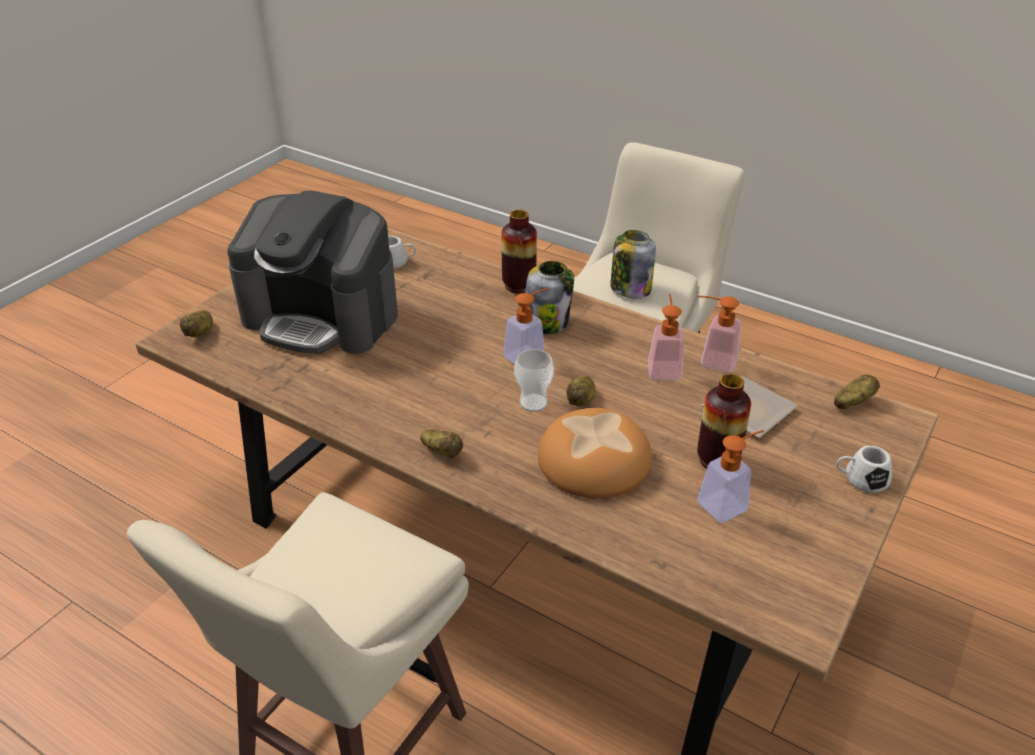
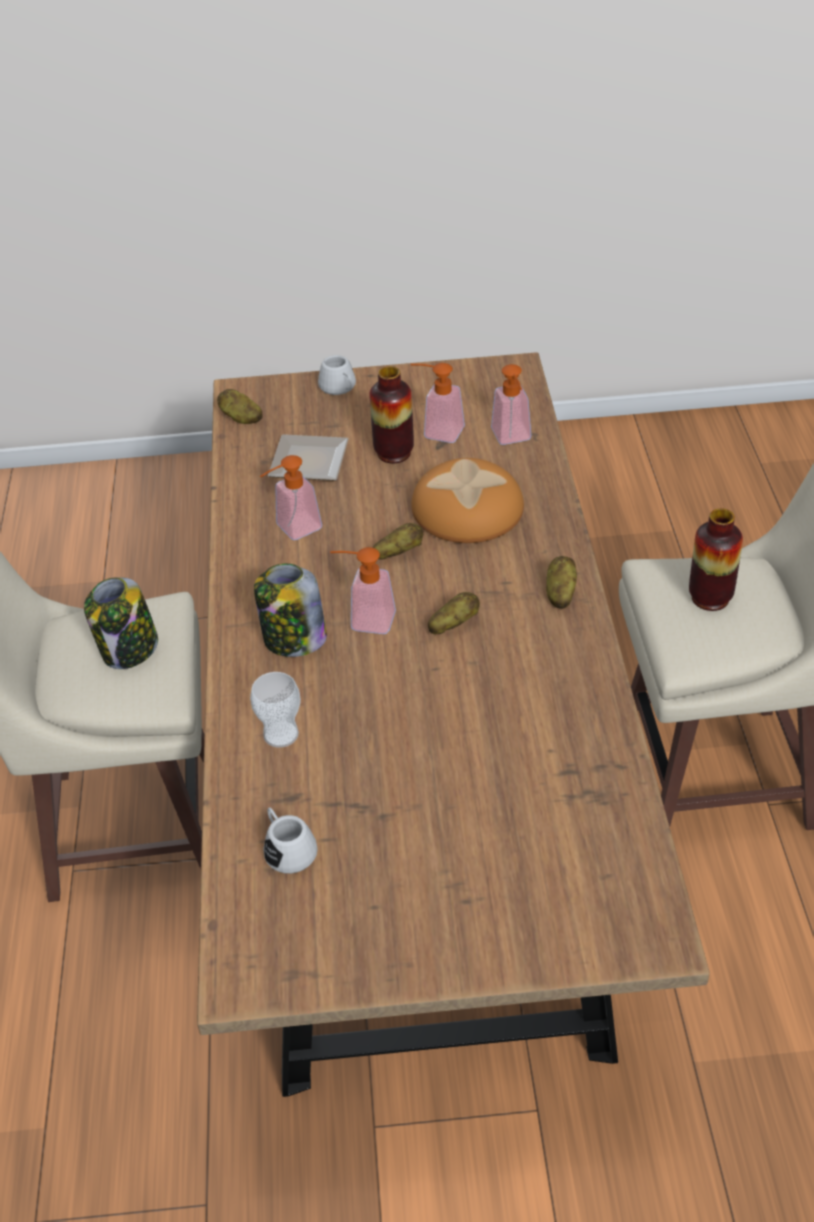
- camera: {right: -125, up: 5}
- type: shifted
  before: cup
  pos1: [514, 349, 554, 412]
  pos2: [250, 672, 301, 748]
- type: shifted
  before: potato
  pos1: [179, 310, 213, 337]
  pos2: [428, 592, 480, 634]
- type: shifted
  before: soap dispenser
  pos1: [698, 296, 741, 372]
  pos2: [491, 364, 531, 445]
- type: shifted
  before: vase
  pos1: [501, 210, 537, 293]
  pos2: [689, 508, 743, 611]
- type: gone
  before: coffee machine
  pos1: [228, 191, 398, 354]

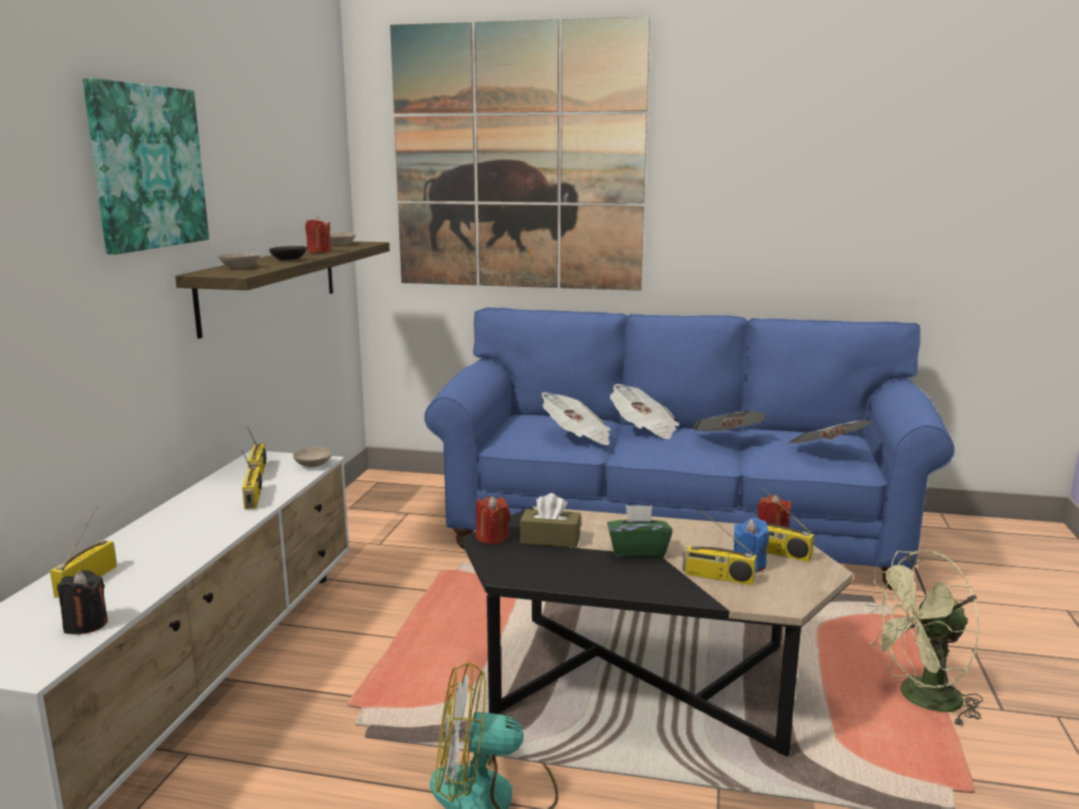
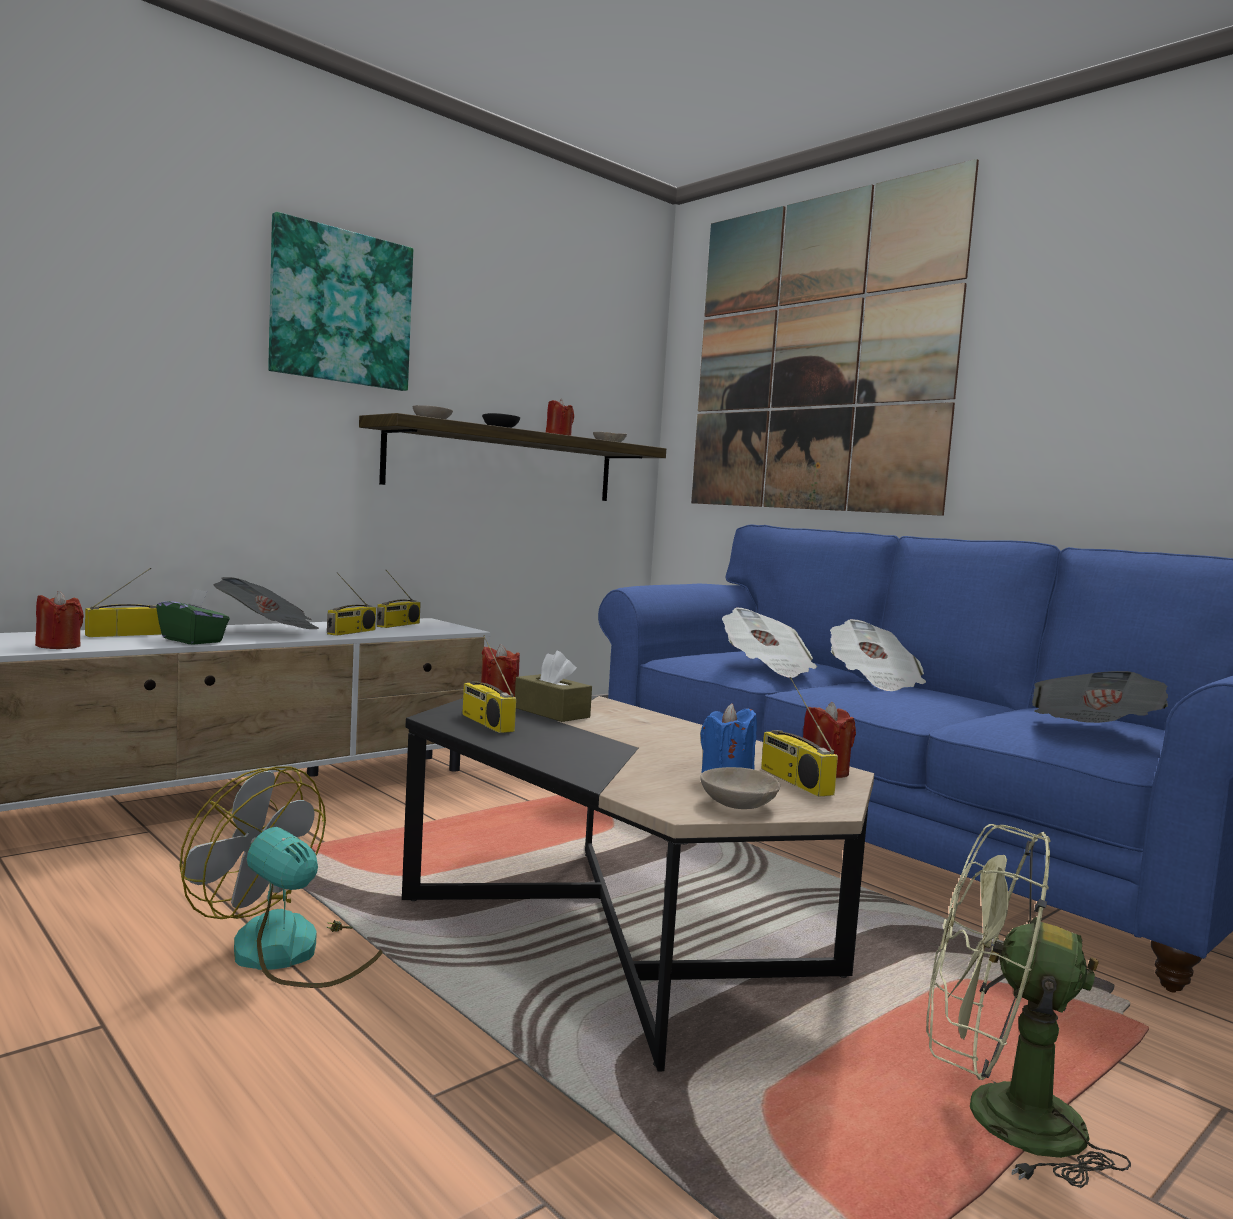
- camera: {right: 35, up: -10}
- type: repainted
  before: candle/black
  after: candle/red
  pos1: [57, 570, 108, 635]
  pos2: [35, 591, 84, 649]
- type: shifted
  before: tissue box/green
  pos1: [607, 505, 673, 558]
  pos2: [156, 588, 230, 645]
- type: shifted
  before: newspaper
  pos1: [694, 411, 766, 431]
  pos2: [214, 577, 319, 629]
- type: shifted
  before: radio
  pos1: [682, 510, 756, 585]
  pos2: [462, 635, 516, 733]
- type: shifted
  before: bowl/beige
  pos1: [293, 447, 332, 467]
  pos2: [700, 767, 780, 809]

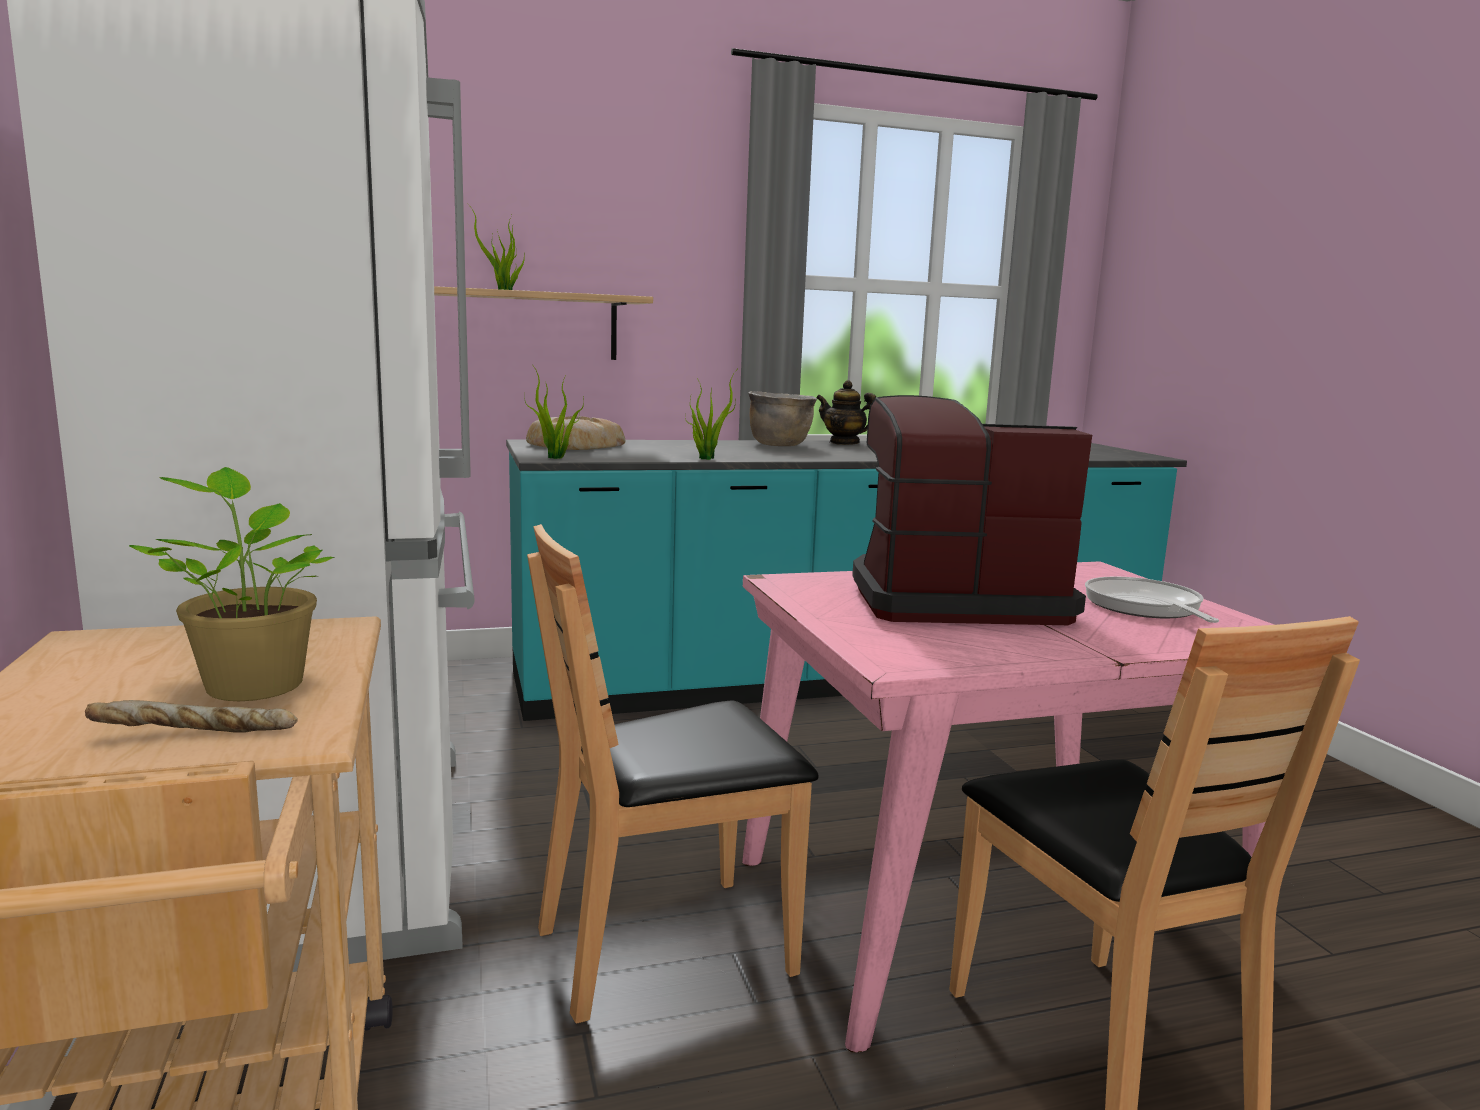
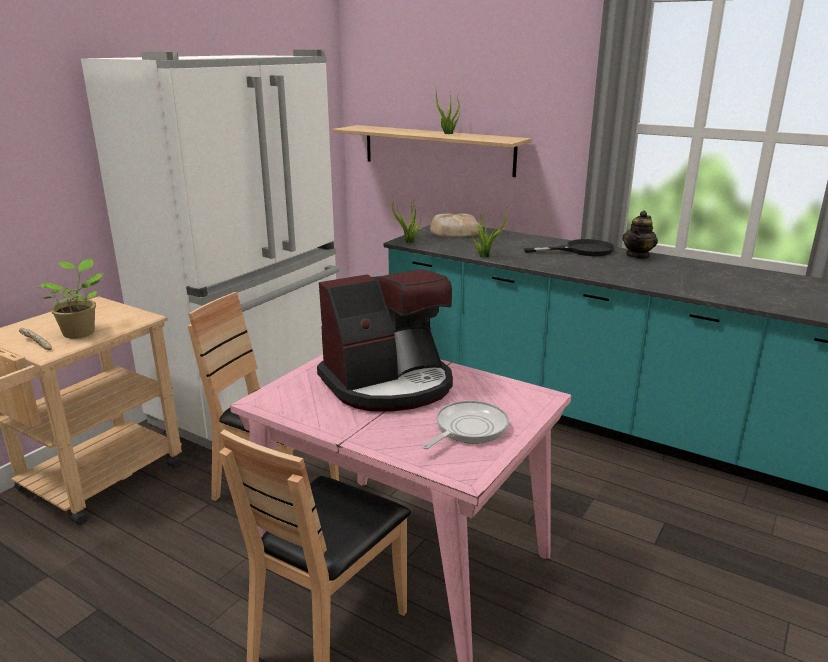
- camera: {right: 50, up: 10}
- type: rotated
  before: coffee machine
  pos1: [852, 395, 1092, 625]
  pos2: [317, 269, 453, 412]
  turn: 105
- type: swapped
  before: cooking pot/brown
  after: frying pan/black
  pos1: [749, 391, 817, 446]
  pos2: [524, 239, 615, 256]
- type: rotated
  before: teapot
  pos1: [816, 380, 876, 445]
  pos2: [622, 210, 658, 259]
  turn: -135

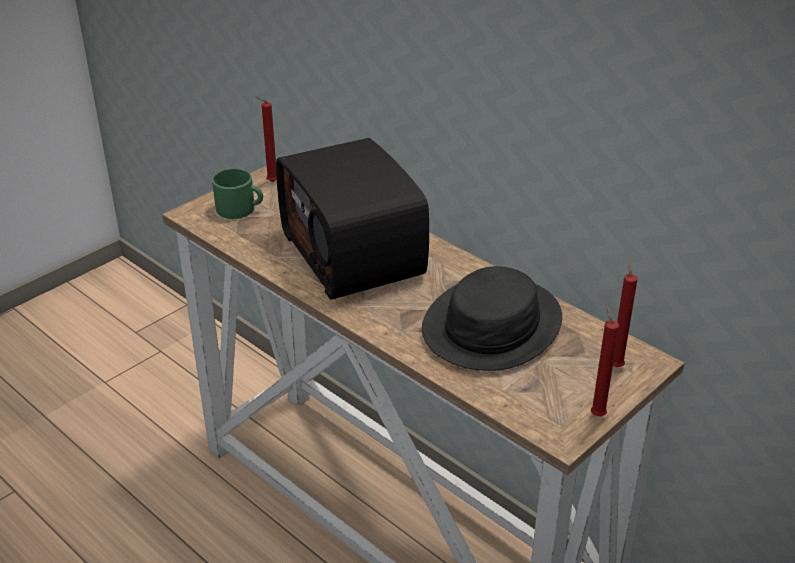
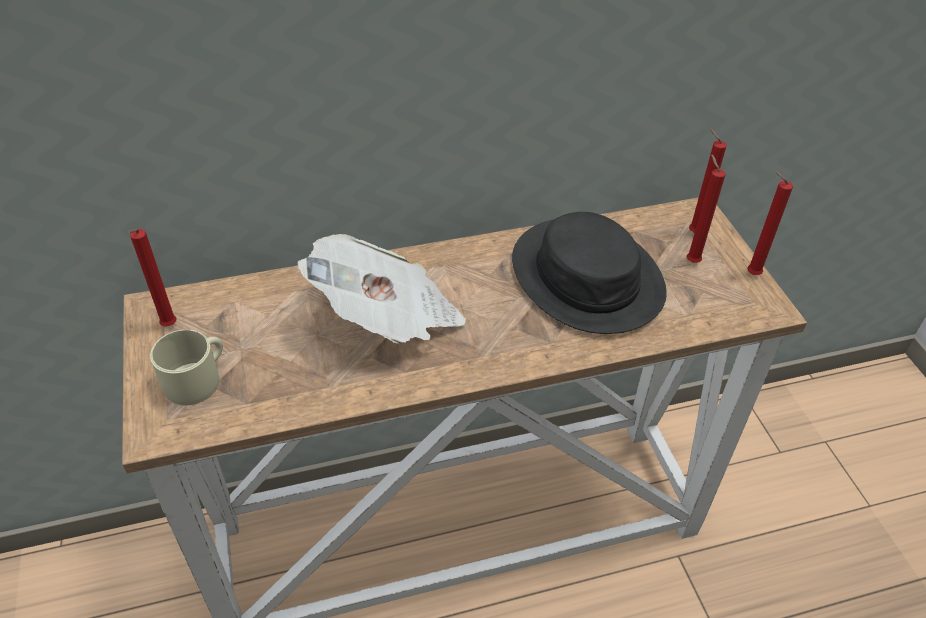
- camera: {right: -60, up: 10}
- type: repainted
  before: mug/green
  after: mug/beige
  pos1: [212, 169, 263, 219]
  pos2: [150, 329, 223, 405]
- type: swapped
  before: radio
  after: newspaper
  pos1: [276, 138, 429, 300]
  pos2: [297, 234, 466, 344]
- type: new
  after: candle/red
  pos2: [687, 154, 726, 263]

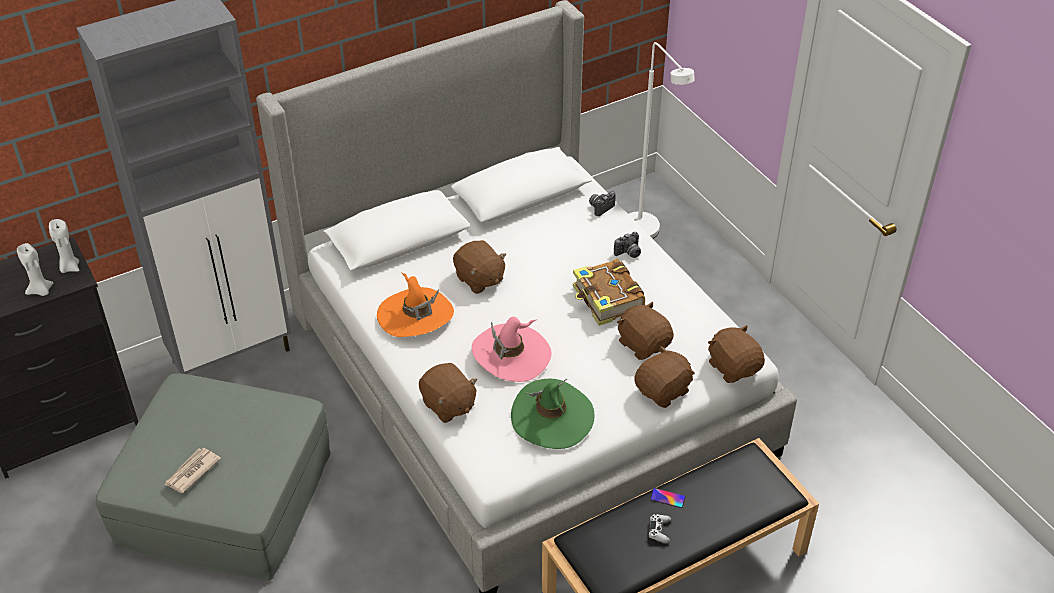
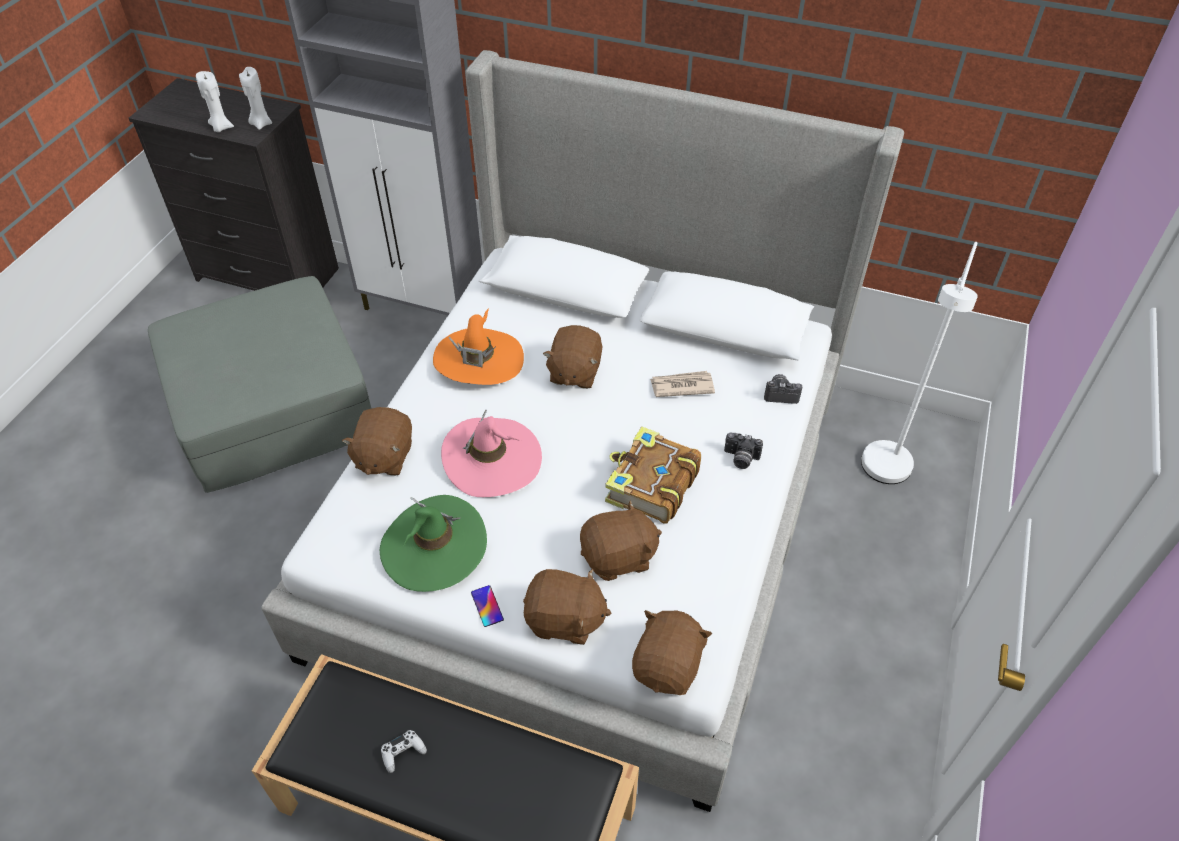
- camera: {right: 50, up: 5}
- type: shifted
  before: phone
  pos1: [650, 488, 686, 508]
  pos2: [471, 585, 504, 627]
- type: rotated
  before: plush toy/brown
  pos1: [617, 302, 674, 360]
  pos2: [580, 500, 662, 581]
  turn: 60
- type: shifted
  before: newspaper
  pos1: [164, 448, 221, 493]
  pos2: [650, 371, 715, 397]

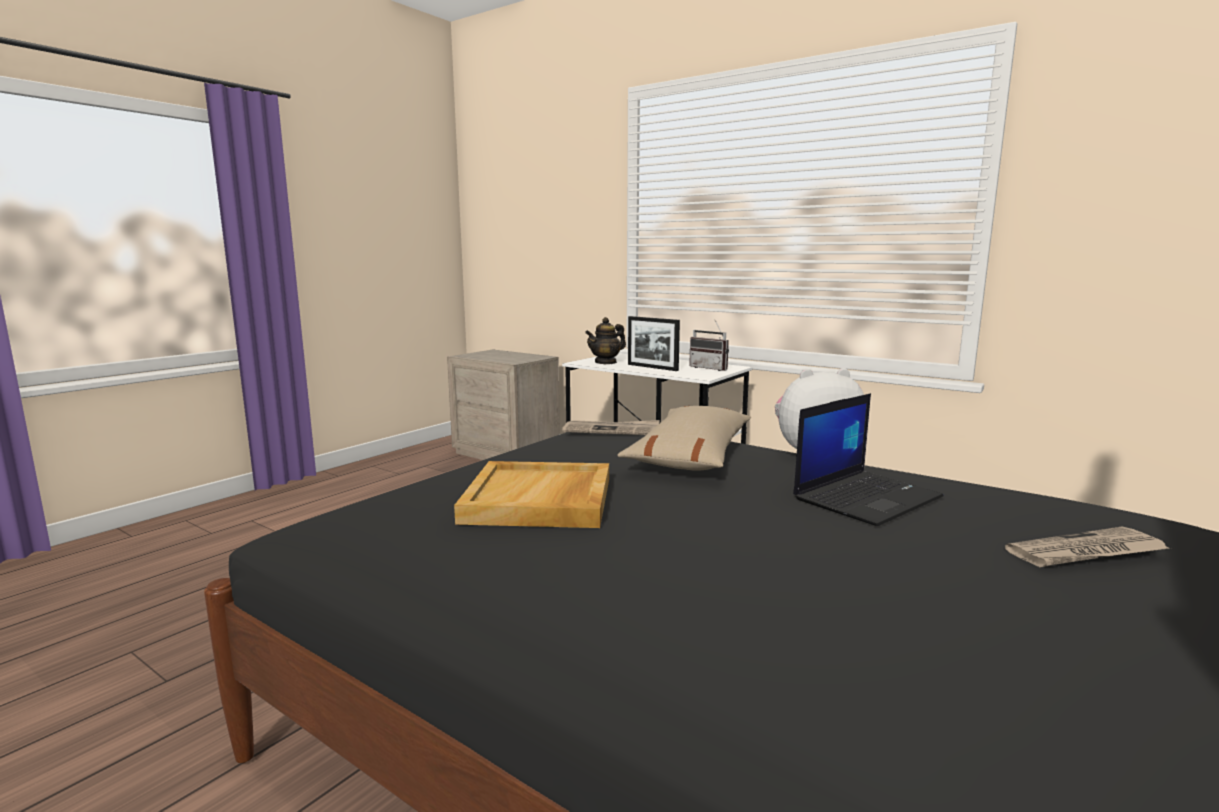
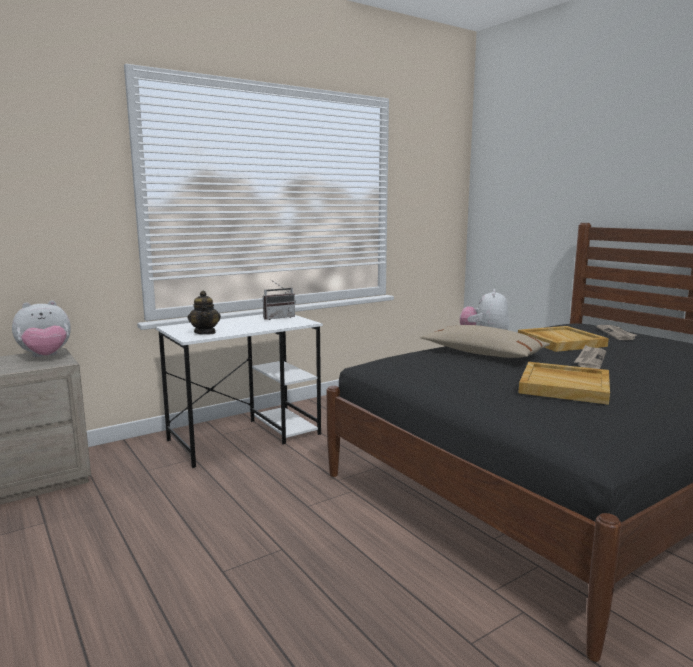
- camera: {right: -70, up: 0}
- type: new
  after: plush toy
  pos2: [12, 300, 71, 357]
- type: swapped
  before: laptop
  after: tray/beige
  pos1: [793, 393, 944, 526]
  pos2: [518, 326, 609, 352]
- type: shifted
  before: newspaper
  pos1: [562, 420, 660, 435]
  pos2: [574, 345, 606, 369]
- type: gone
  before: picture frame
  pos1: [628, 316, 680, 371]

